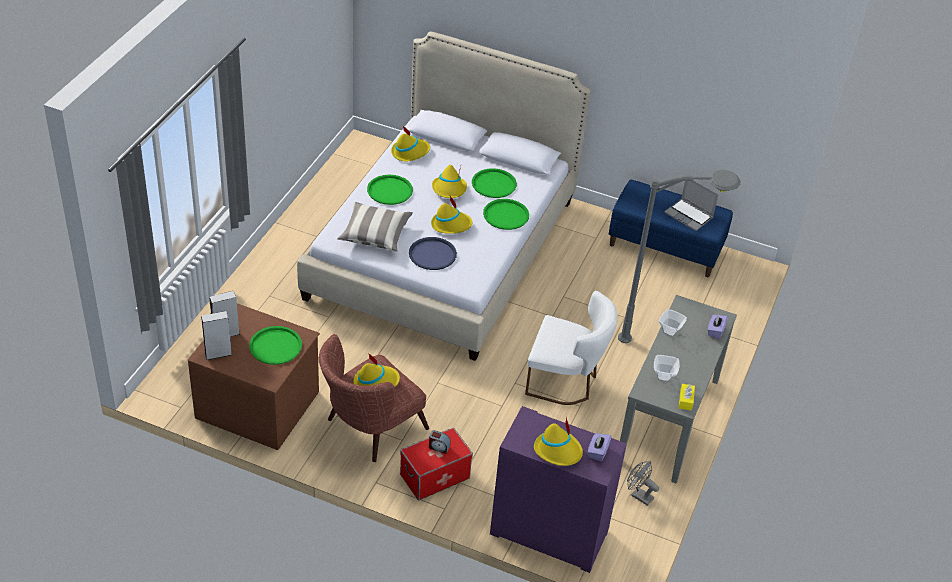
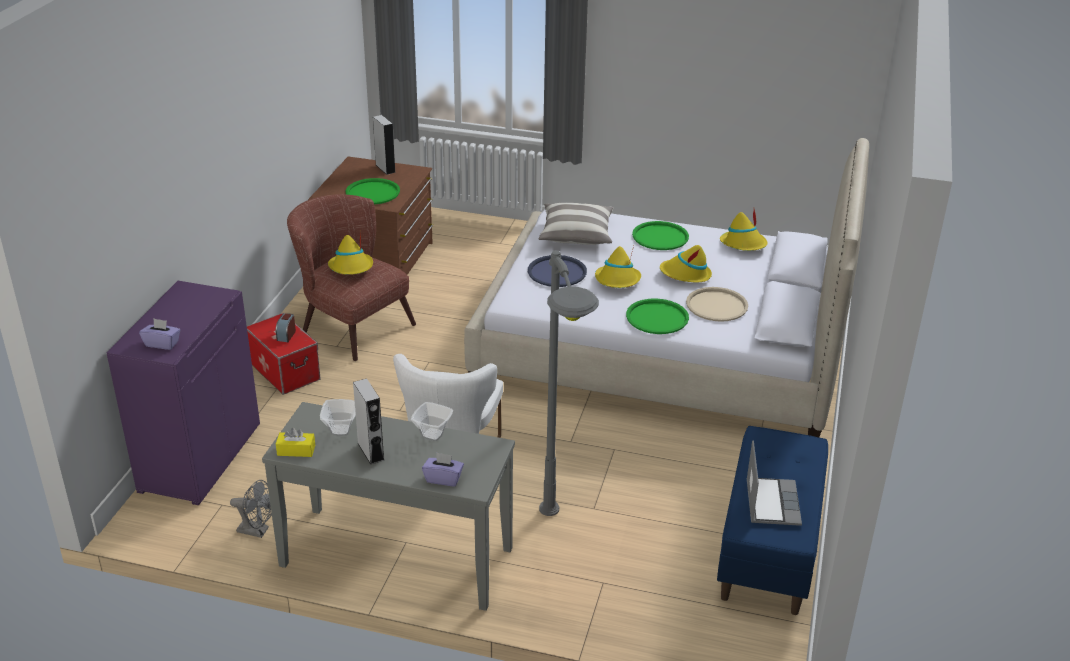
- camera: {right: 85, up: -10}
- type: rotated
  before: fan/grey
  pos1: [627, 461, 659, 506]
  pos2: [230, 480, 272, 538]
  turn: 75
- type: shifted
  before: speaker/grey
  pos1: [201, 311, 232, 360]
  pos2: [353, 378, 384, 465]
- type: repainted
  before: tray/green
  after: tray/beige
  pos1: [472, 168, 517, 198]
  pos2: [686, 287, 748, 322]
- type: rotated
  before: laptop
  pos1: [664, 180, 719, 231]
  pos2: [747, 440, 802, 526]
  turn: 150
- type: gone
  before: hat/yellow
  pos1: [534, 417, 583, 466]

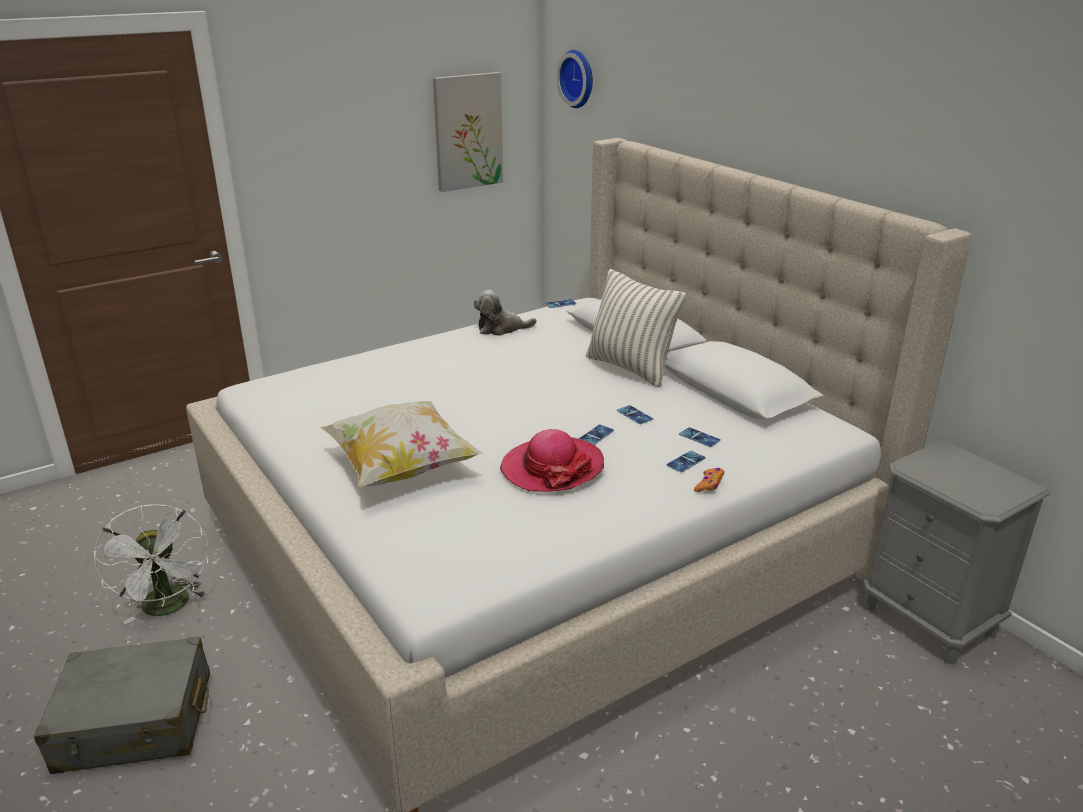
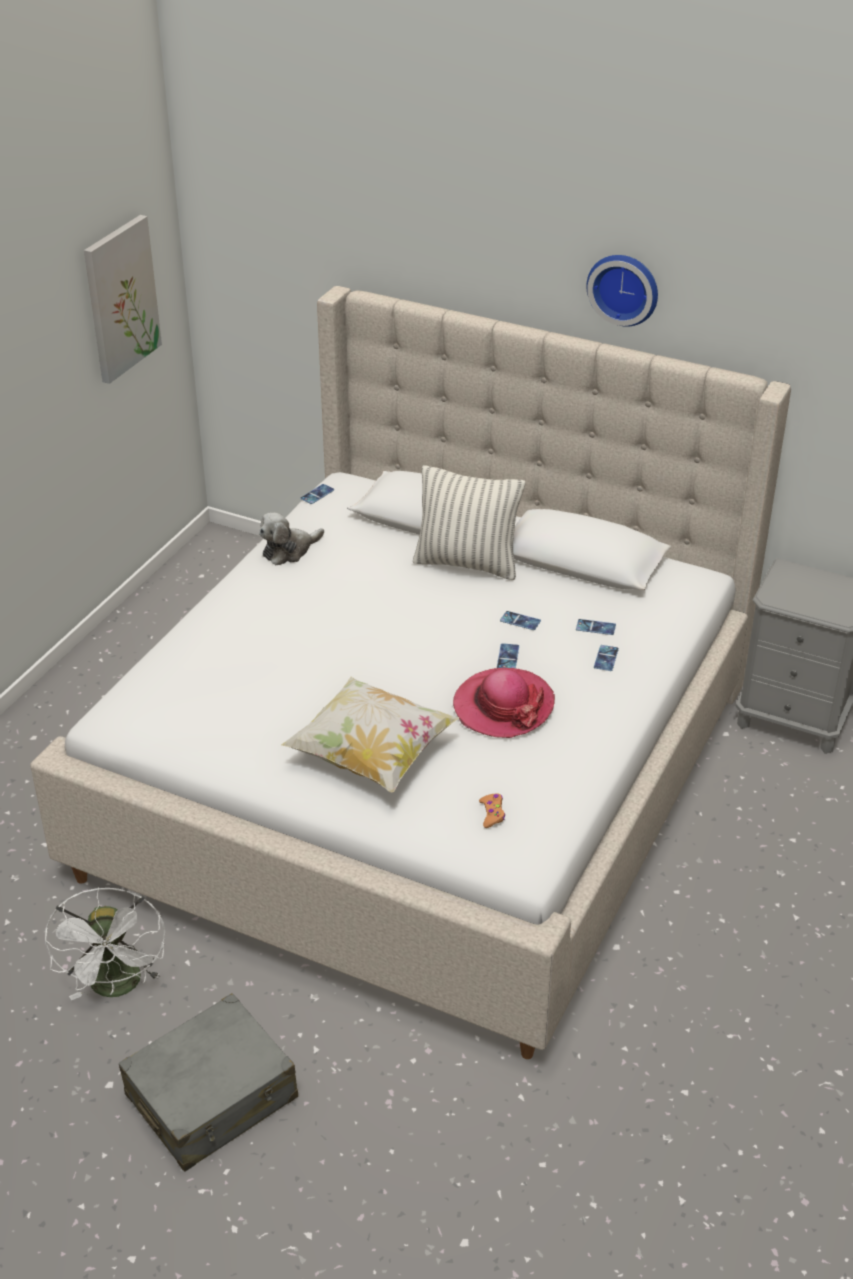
- camera: {right: -30, up: 10}
- type: rotated
  before: fan/white
  pos1: [94, 504, 208, 624]
  pos2: [45, 887, 165, 1000]
  turn: 45
- type: shifted
  before: game controller/orange
  pos1: [694, 468, 724, 492]
  pos2: [479, 793, 505, 828]
- type: shifted
  before: wall clock
  pos1: [557, 50, 593, 108]
  pos2: [586, 255, 658, 327]

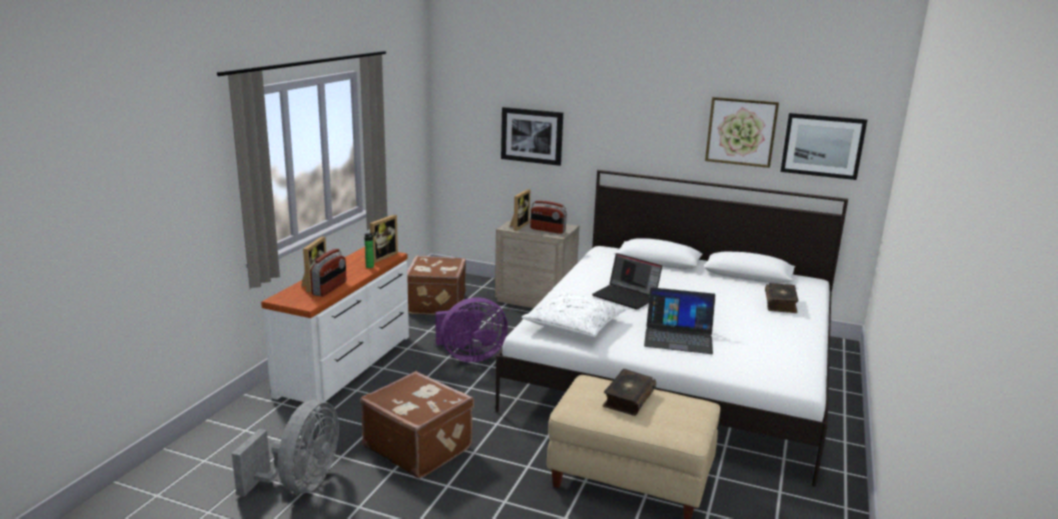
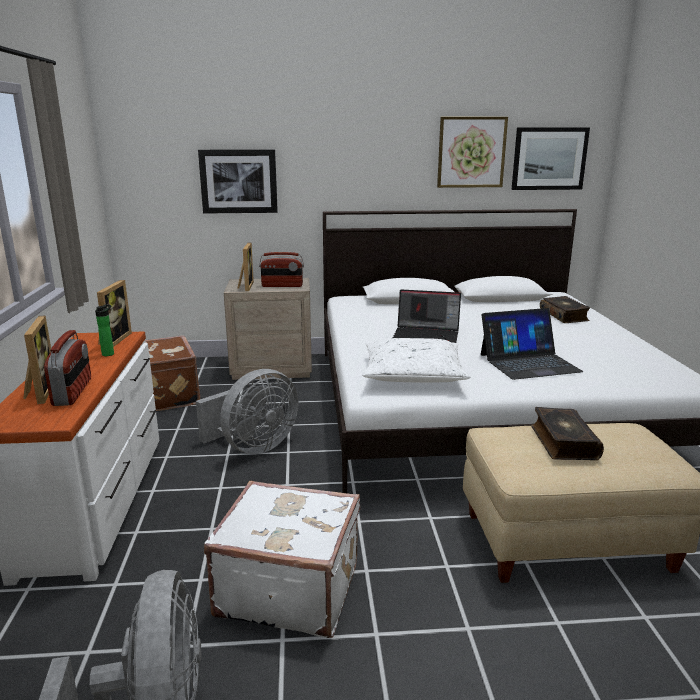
- camera: {right: -25, up: 0}
- type: repainted
  before: fan/purple
  after: fan/grey
  pos1: [435, 297, 508, 362]
  pos2: [196, 369, 299, 454]
- type: repainted
  before: suitcase/brown
  after: suitcase/white
  pos1: [361, 371, 474, 479]
  pos2: [204, 481, 360, 638]

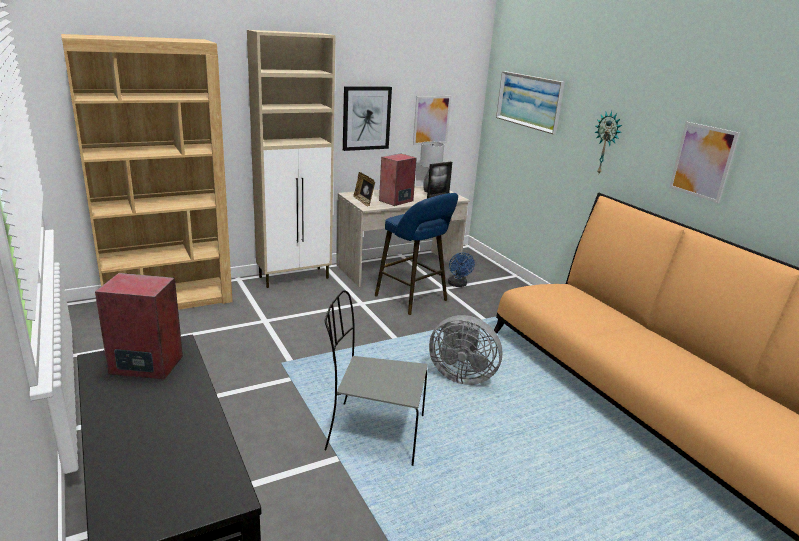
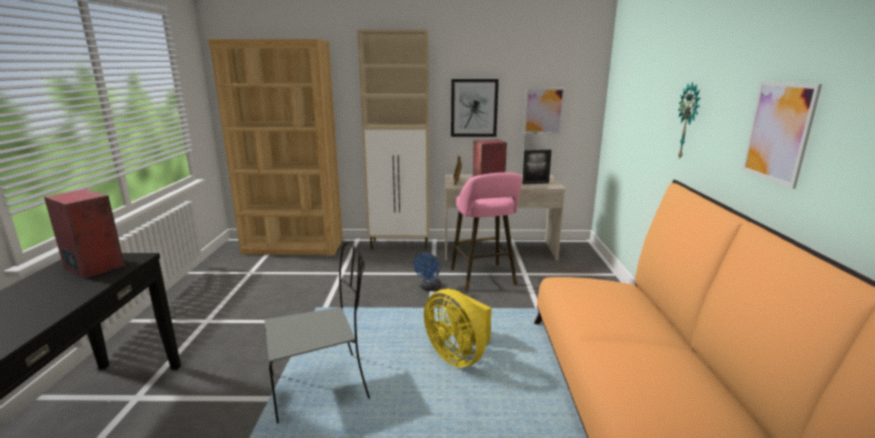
- camera: {right: 30, up: -5}
- type: rotated
  before: chair/grey
  pos1: [325, 290, 428, 466]
  pos2: [264, 242, 370, 424]
  turn: 120
- type: shifted
  before: fan/blue
  pos1: [448, 252, 475, 287]
  pos2: [413, 253, 441, 291]
- type: repainted
  before: fan/grey
  after: fan/yellow
  pos1: [429, 315, 503, 385]
  pos2: [424, 289, 492, 368]
- type: repainted
  before: stool/blue
  after: stool/pink
  pos1: [375, 193, 458, 315]
  pos2: [451, 172, 522, 291]
- type: gone
  before: picture
  pos1: [496, 71, 565, 134]

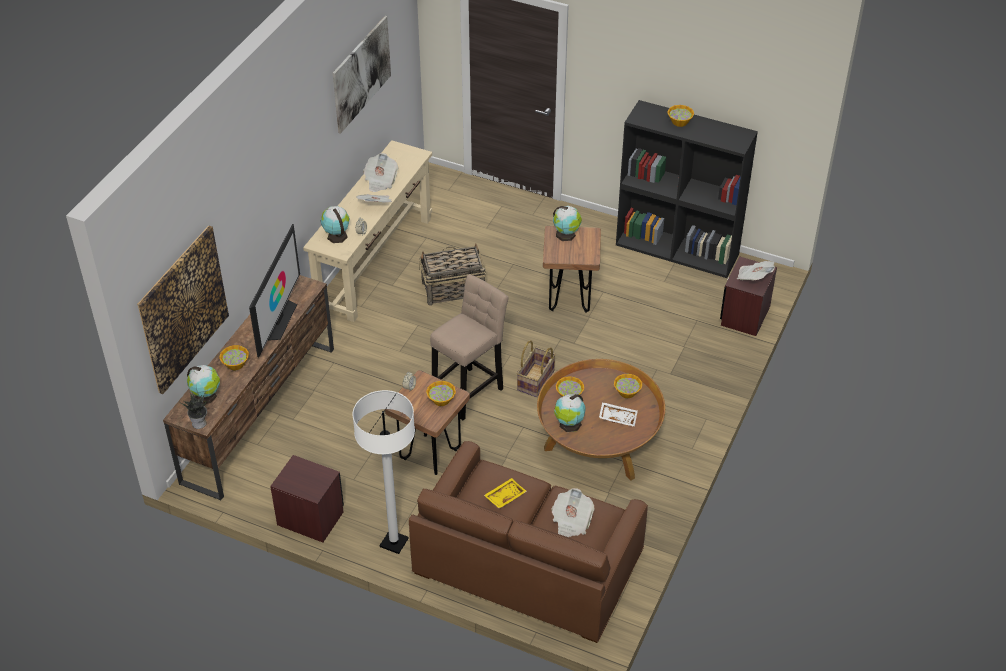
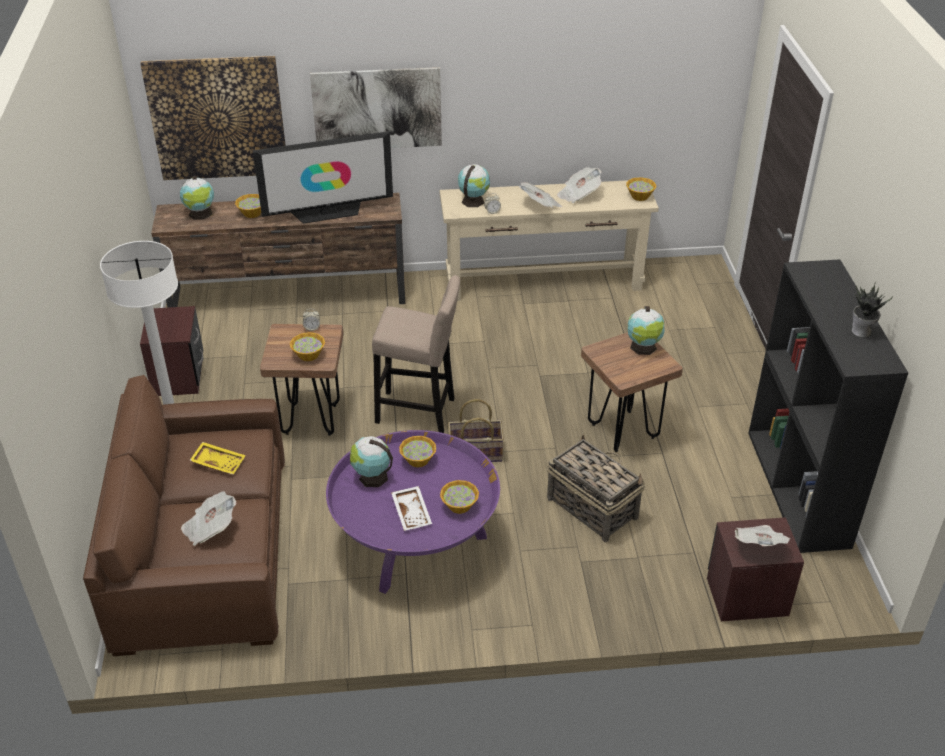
- camera: {right: 60, up: -5}
- type: shifted
  before: picture
  pos1: [333, 16, 391, 134]
  pos2: [310, 67, 442, 148]
- type: repainted
  before: coffee table/brown
  after: coffee table/purple
  pos1: [537, 359, 665, 481]
  pos2: [326, 430, 500, 594]
- type: shifted
  before: basket
  pos1: [419, 244, 486, 306]
  pos2: [547, 434, 646, 542]
- type: shifted
  before: bowl
  pos1: [667, 105, 694, 127]
  pos2: [626, 177, 656, 201]
- type: shifted
  before: potted plant
  pos1: [179, 391, 207, 429]
  pos2: [851, 284, 892, 338]

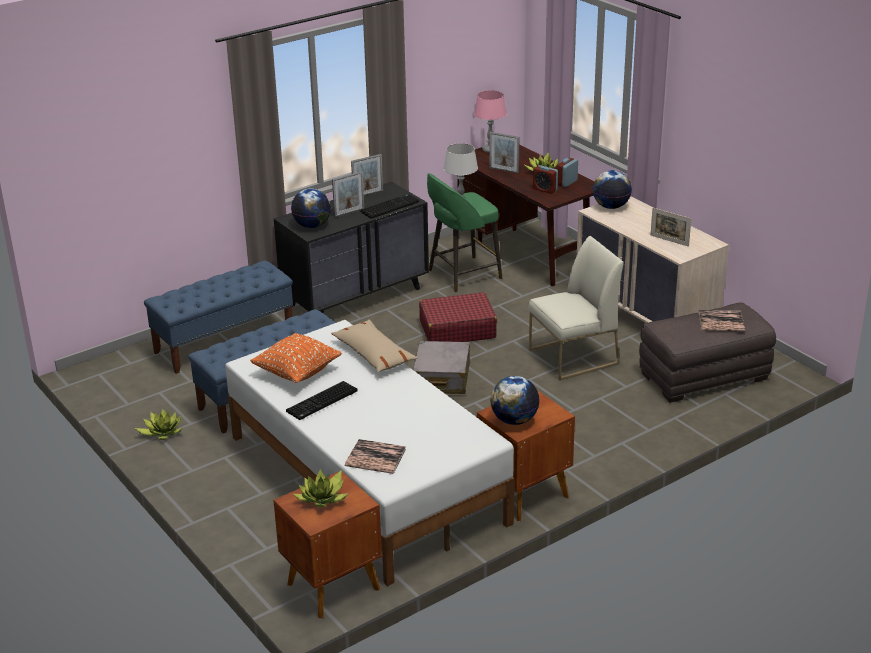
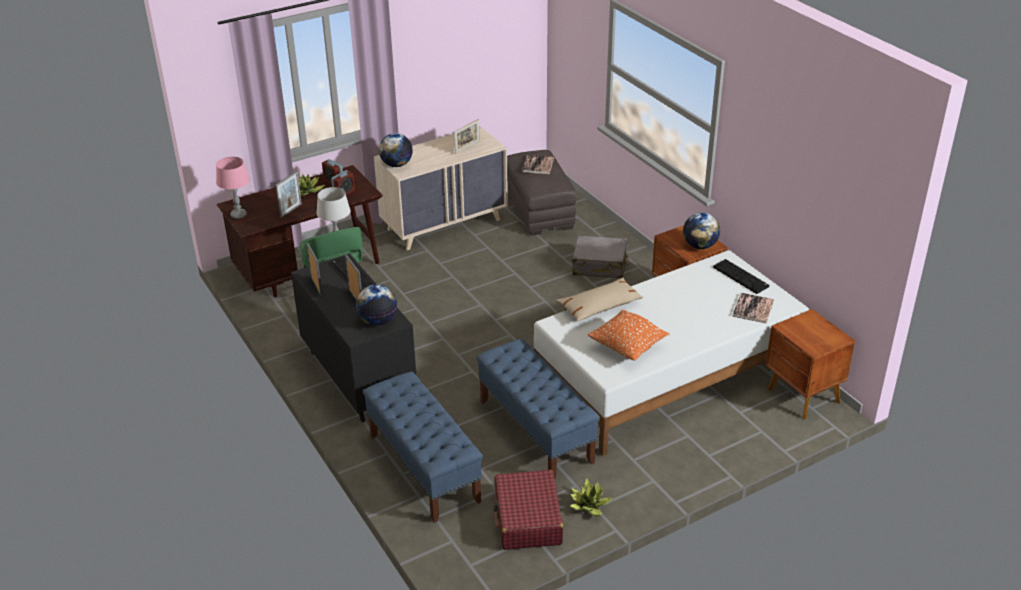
- camera: {right: -85, up: 5}
- type: shifted
  before: suitcase/red
  pos1: [419, 292, 497, 342]
  pos2: [493, 470, 564, 550]
- type: shifted
  before: suitcase/grey
  pos1: [413, 341, 470, 394]
  pos2: [572, 236, 629, 278]
- type: shifted
  before: keyboard
  pos1: [286, 381, 358, 420]
  pos2: [713, 259, 769, 294]
- type: gone
  before: potted plant
  pos1: [294, 469, 349, 507]
- type: gone
  before: chair/white
  pos1: [529, 236, 624, 381]

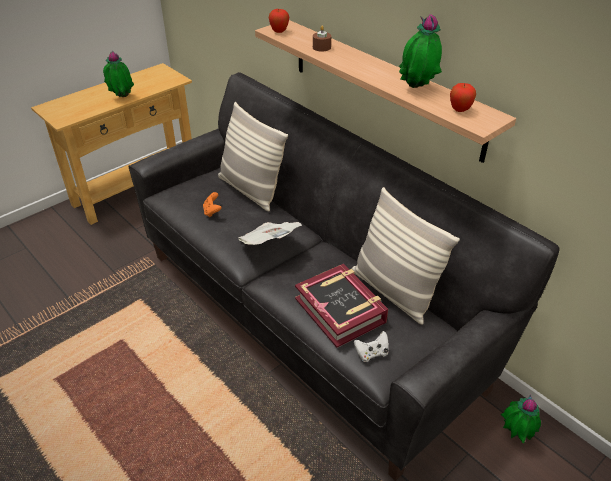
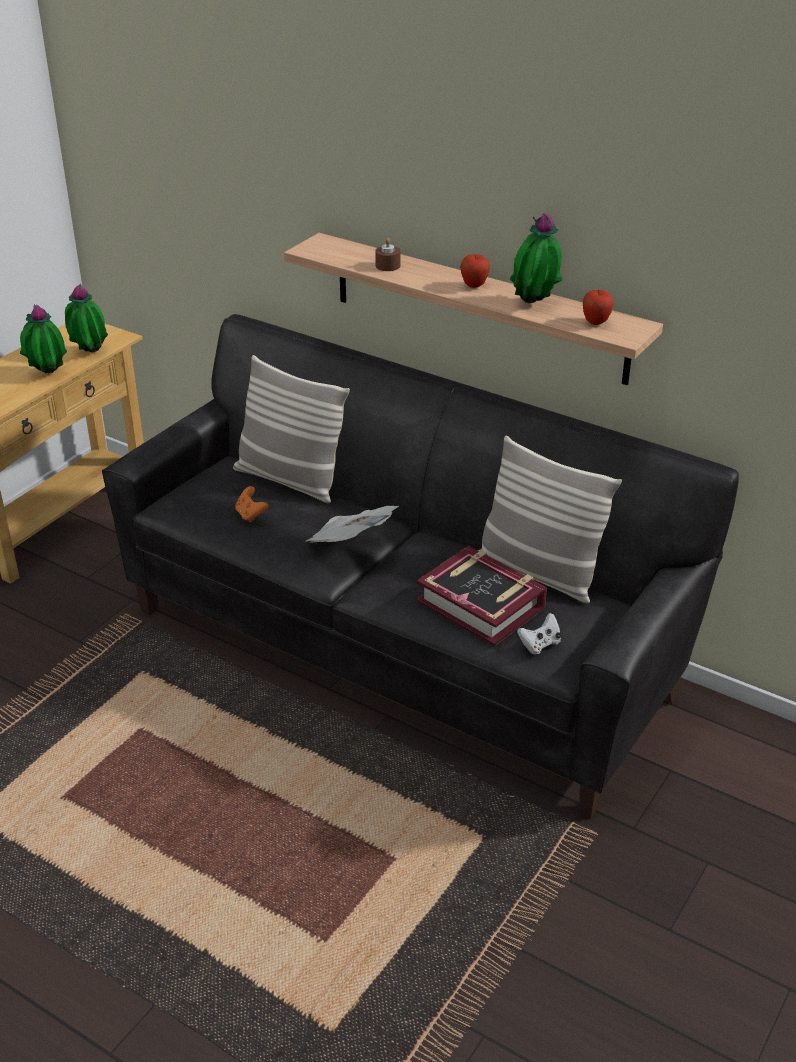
- camera: {right: -15, up: -5}
- type: shifted
  before: potted plant
  pos1: [501, 394, 541, 443]
  pos2: [65, 284, 108, 352]
- type: shifted
  before: apple
  pos1: [269, 8, 289, 33]
  pos2: [460, 254, 490, 288]

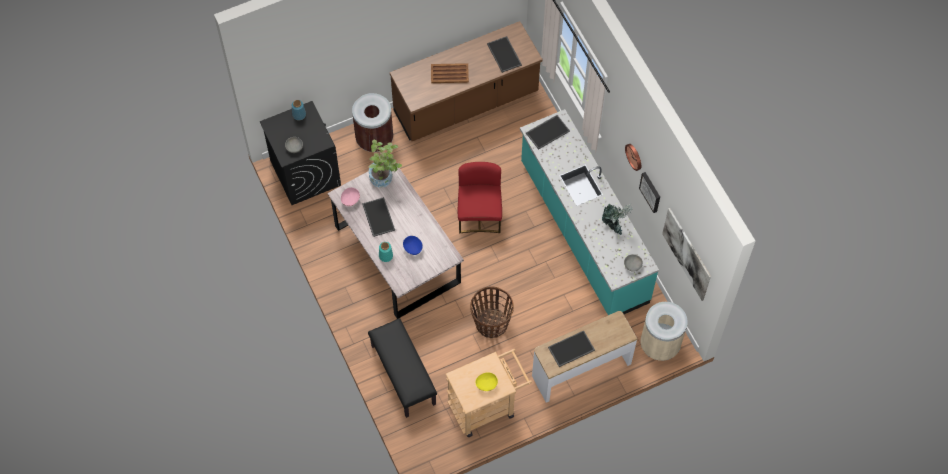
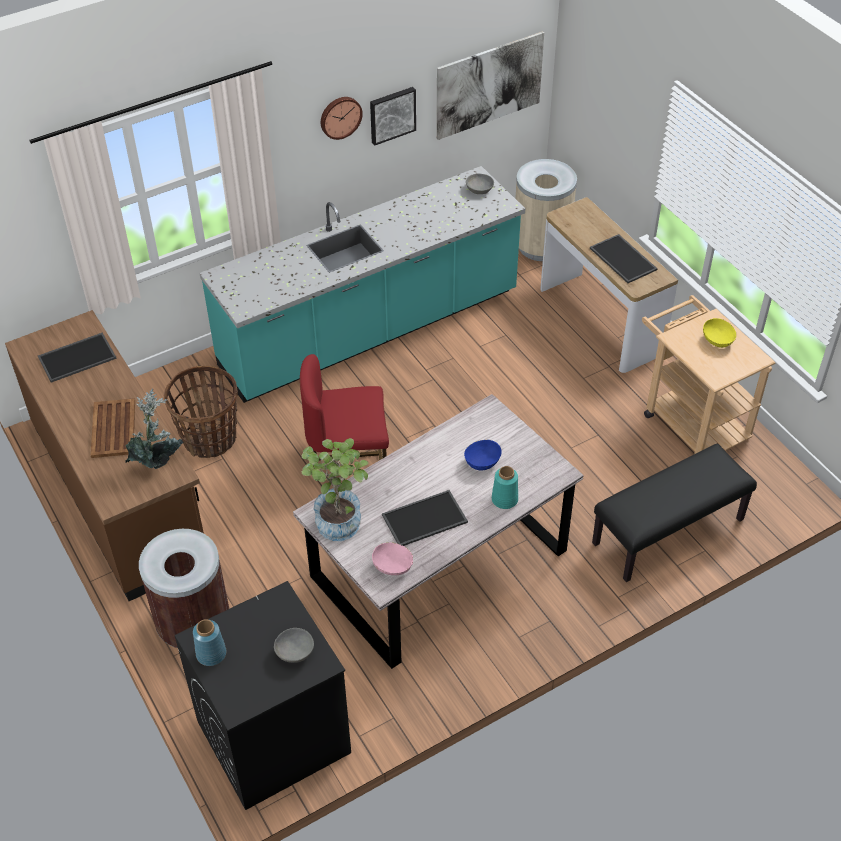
- camera: {right: -95, up: -15}
- type: shifted
  before: potted plant
  pos1: [602, 204, 633, 235]
  pos2: [125, 388, 184, 469]
- type: shifted
  before: basket
  pos1: [470, 286, 514, 338]
  pos2: [164, 366, 238, 458]
- type: gone
  before: tray
  pos1: [526, 115, 570, 150]

